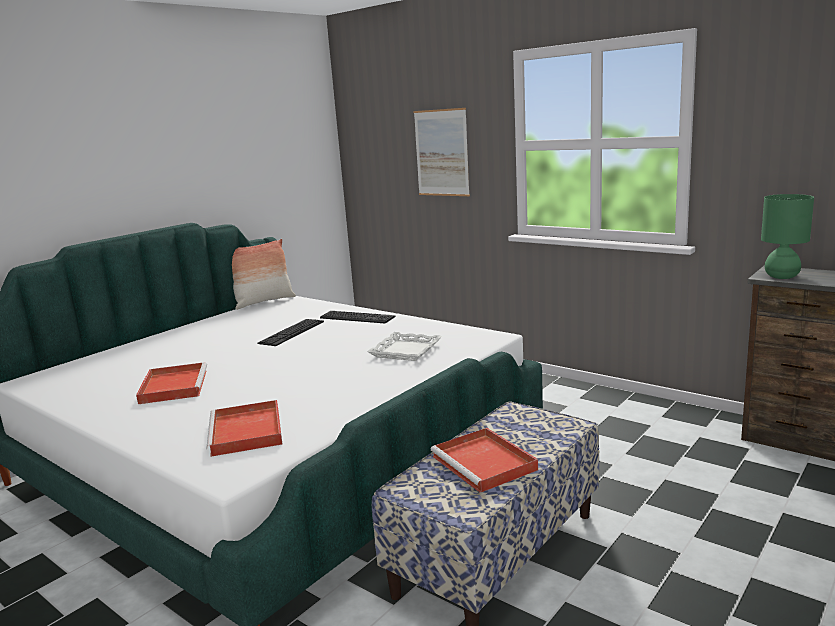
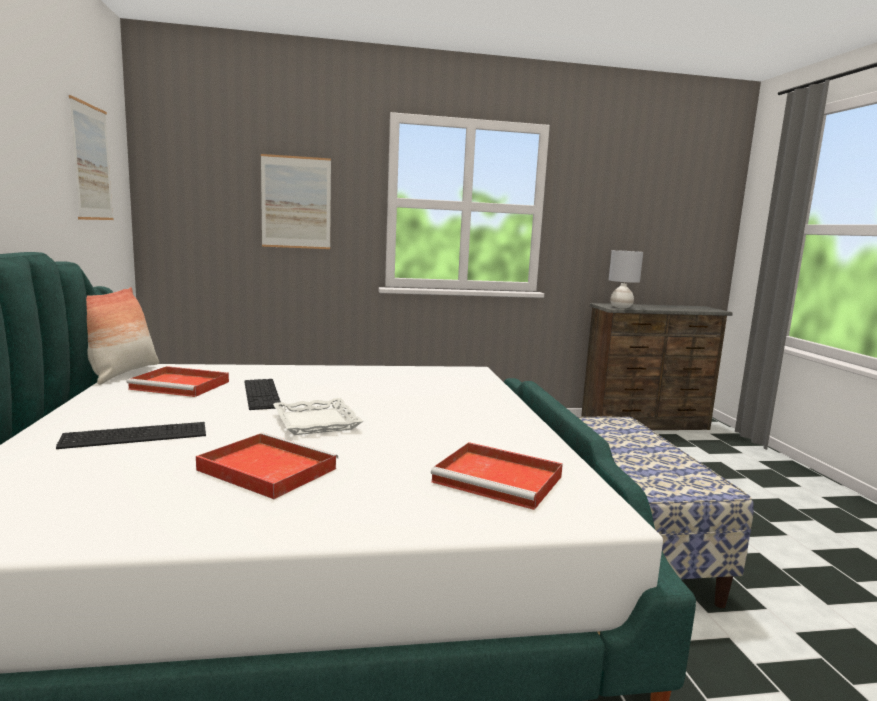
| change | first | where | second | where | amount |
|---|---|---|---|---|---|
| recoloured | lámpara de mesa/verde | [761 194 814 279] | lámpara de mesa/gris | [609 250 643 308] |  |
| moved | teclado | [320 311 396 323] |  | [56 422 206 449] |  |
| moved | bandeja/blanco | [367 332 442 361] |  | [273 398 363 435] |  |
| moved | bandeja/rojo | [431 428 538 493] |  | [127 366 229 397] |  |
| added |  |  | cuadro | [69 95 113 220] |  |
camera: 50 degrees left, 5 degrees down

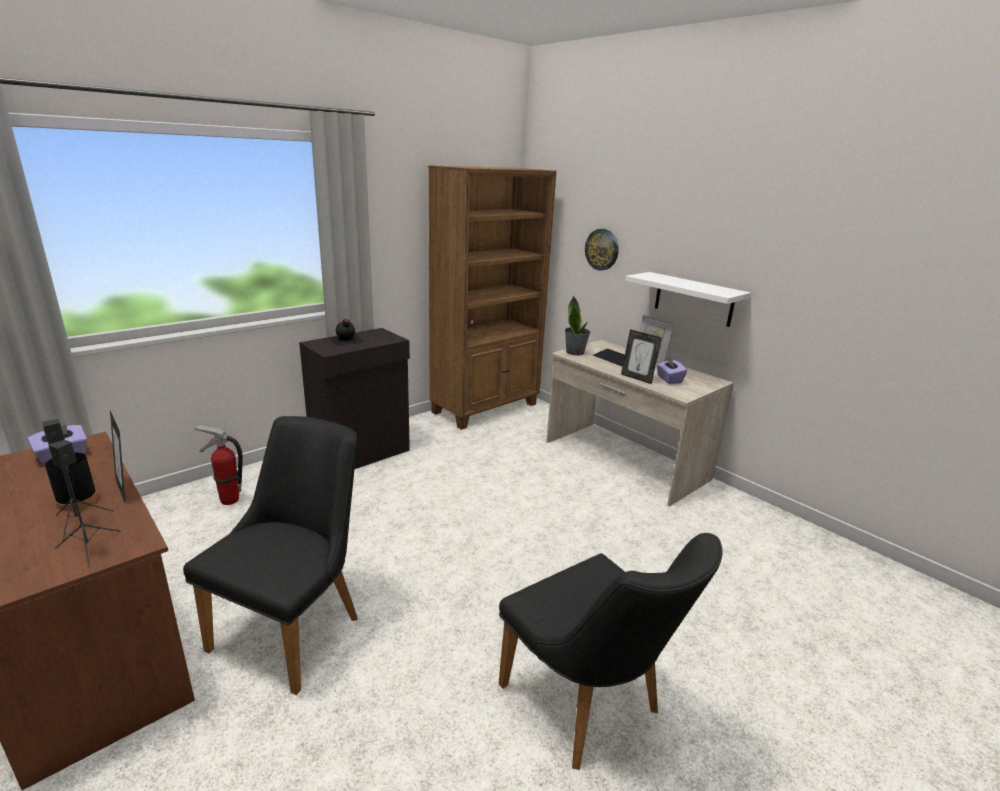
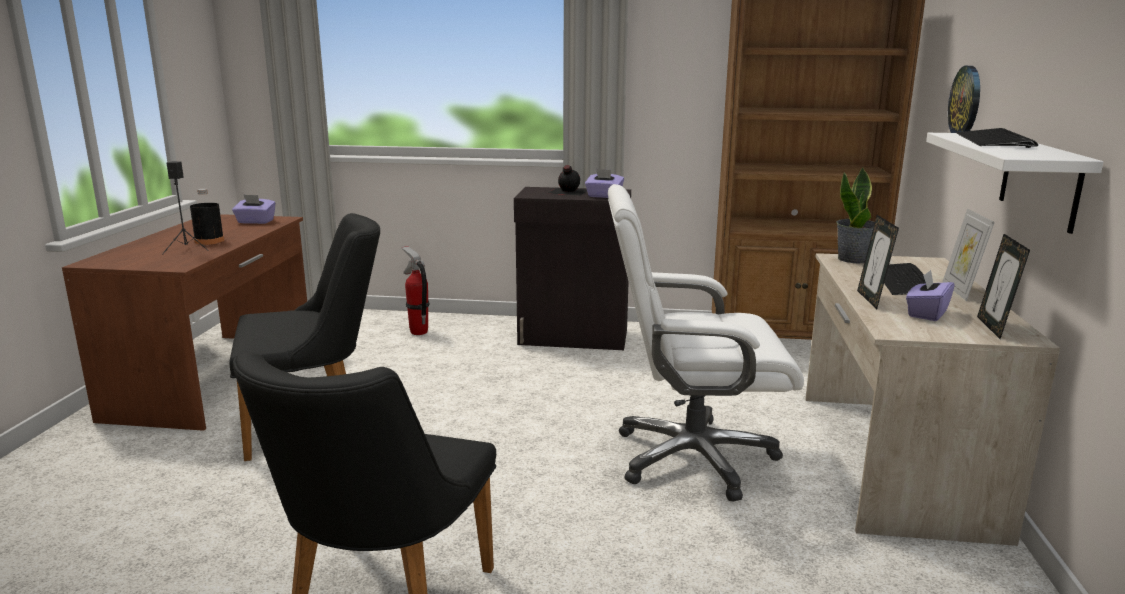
| change | first | where | second | where | amount |
|---|---|---|---|---|---|
| moved | portarretratos | [110 411 125 502] |  | [977 234 1030 339] |  |
| removed | altavoz/negro | [49 440 121 567] |  |  |  |
| added |  |  | teclado | [957 128 1038 148] |  |
| added |  |  | caja de pañuelos/morado | [585 169 624 198] |  |
| added |  |  | silla de oficina/blanco | [608 184 804 502] |  |
camera: 50 degrees right, 5 degrees down

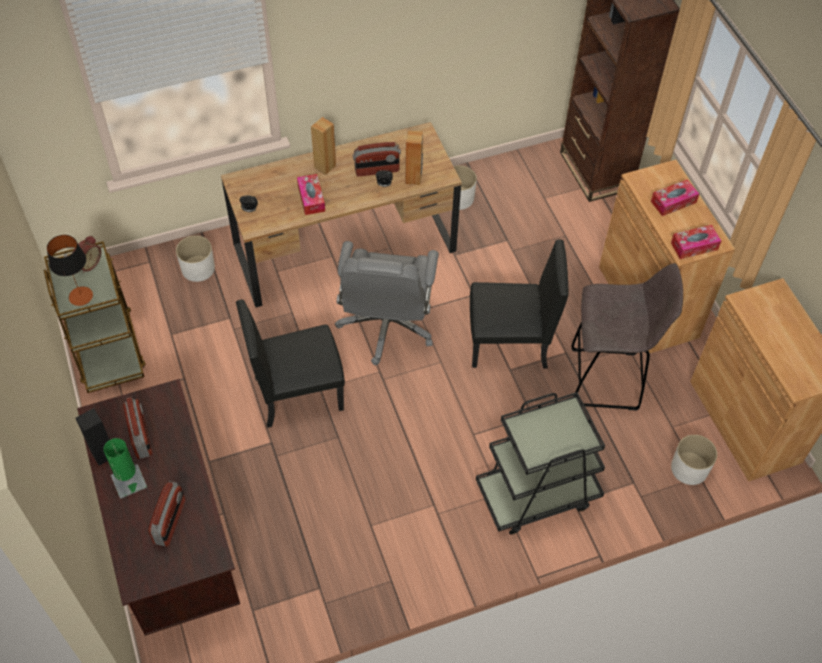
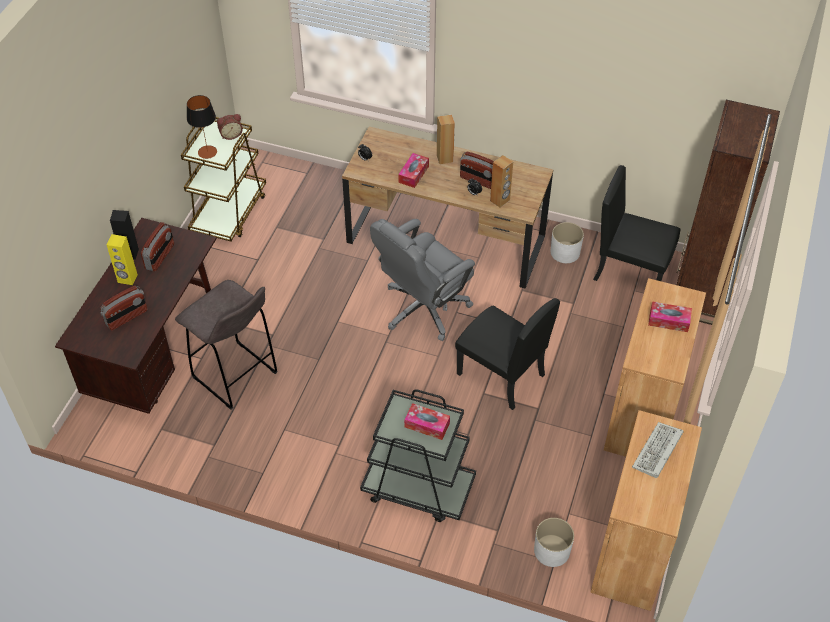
| change | first | where | second | where | amount |
|---|---|---|---|---|---|
| moved | caja de pañuelos | [671 225 721 259] |  | [404 403 450 440] |  |
| removed | maceta/blanco | [176 235 215 282] |  |  |  |
| moved | taburete/gris | [571 263 683 410] |  | [175 280 278 410] |  |
| moved | silla/negro | [236 300 345 428] |  | [593 165 680 281] |  |
| replaced | lámpara de mesa/verde | [104 438 147 499] | altavoz/amarillo | [107 234 138 285] |  |
| added |  |  | teclado | [632 422 684 478] |  |
camera: 40 degrees right, 5 degrees down

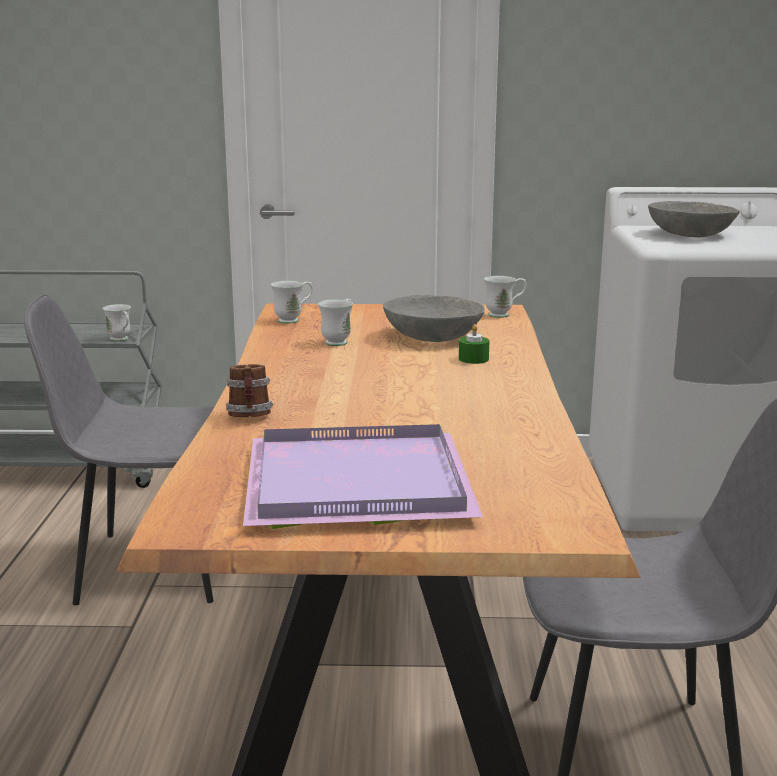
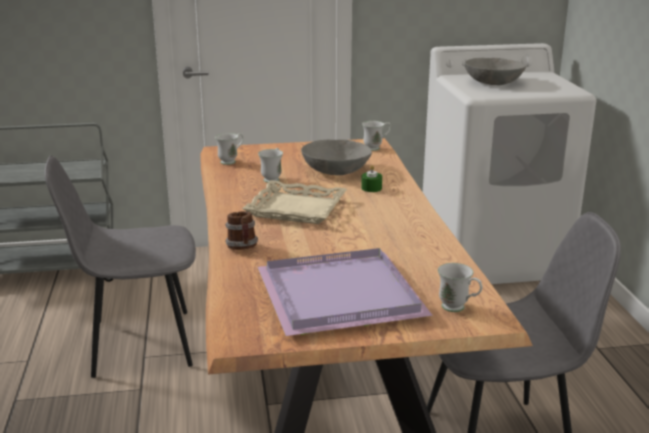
| change | first | where | second | where | amount |
|---|---|---|---|---|---|
| moved | taza grande/blanco | [102 304 131 341] |  | [438 263 482 312] |  |
| added |  |  | bandeja/beis | [242 180 347 224] |  |
camera: 10 degrees left, 5 degrees up

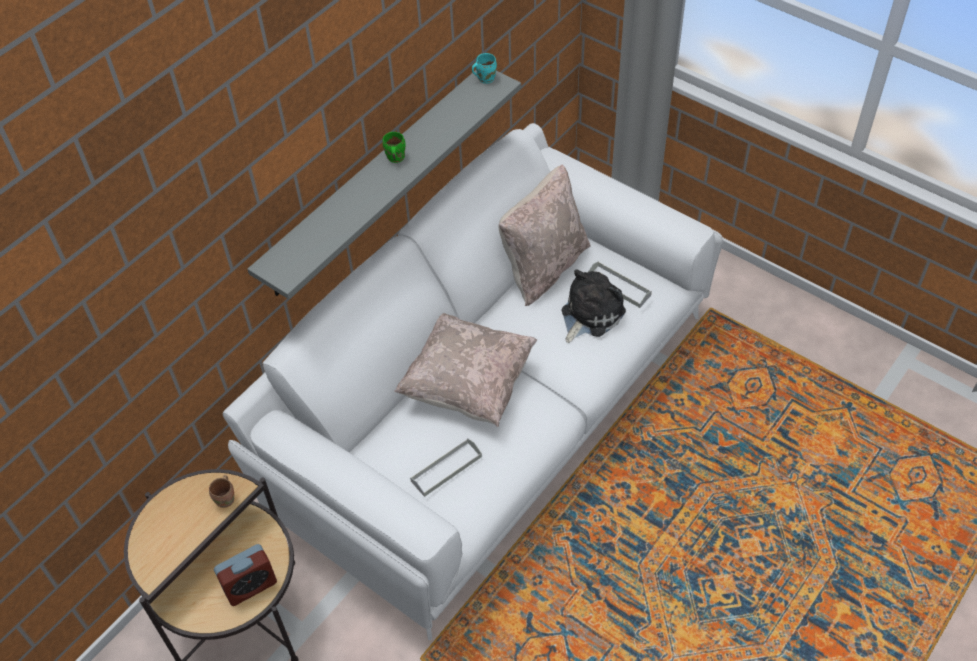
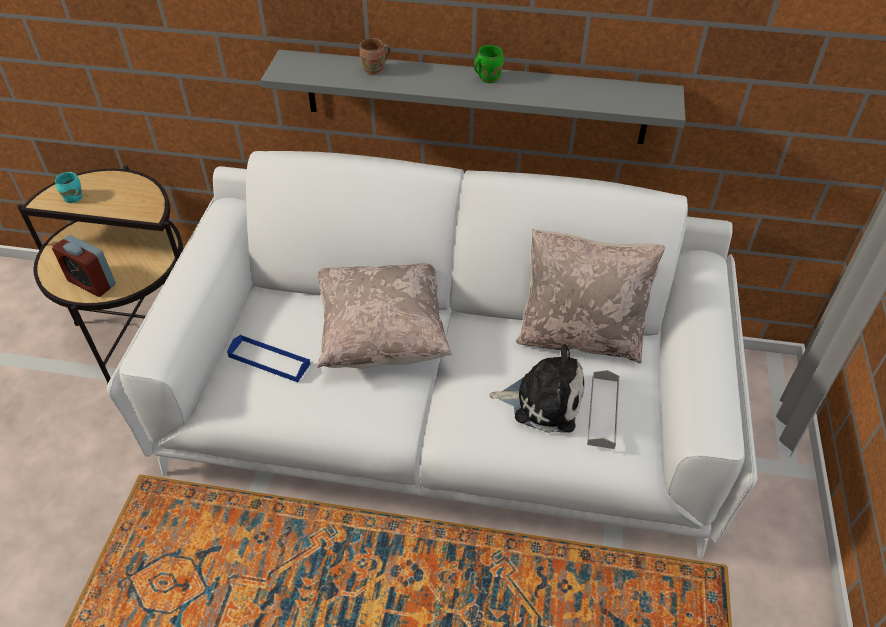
| change | first | where | second | where | amount |
|---|---|---|---|---|---|
| moved | taza grande/turquesa | [471 53 497 84] |  | [55 172 83 203] |  |
| recoloured | bandeja/gris | [410 439 482 497] | bandeja/azul | [227 335 310 382] |  |
| moved | taza grande/marrón | [209 475 234 508] |  | [359 38 391 75] |  |
camera: 60 degrees right, 5 degrees down

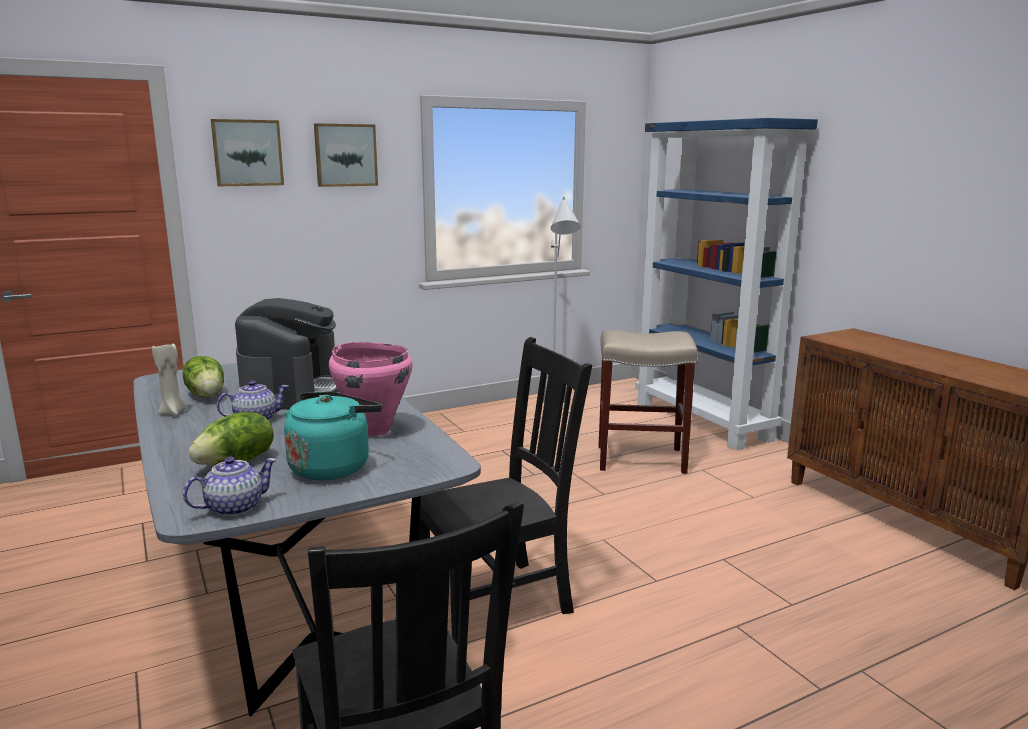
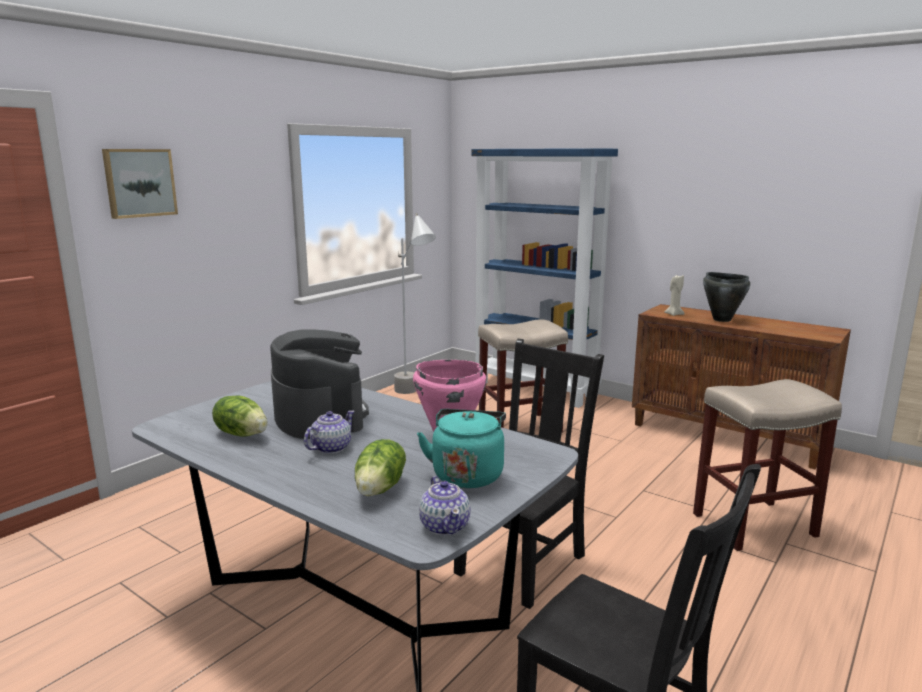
| change | first | where | second | where | amount |
|---|---|---|---|---|---|
| removed | cuadro | [314 123 378 187] |  |  |  |
| moved | vela/beis | [152 341 187 416] |  | [664 275 685 316] |  |
| turned | tetera | [183 457 277 516] |  | [419 476 471 536] | 135 degrees clockwise |
| added |  |  | olla/negro | [703 272 750 322] |  |
| added |  |  | taburete/beis | [693 379 842 551] |  |
camera: 25 degrees left, 0 degrees up

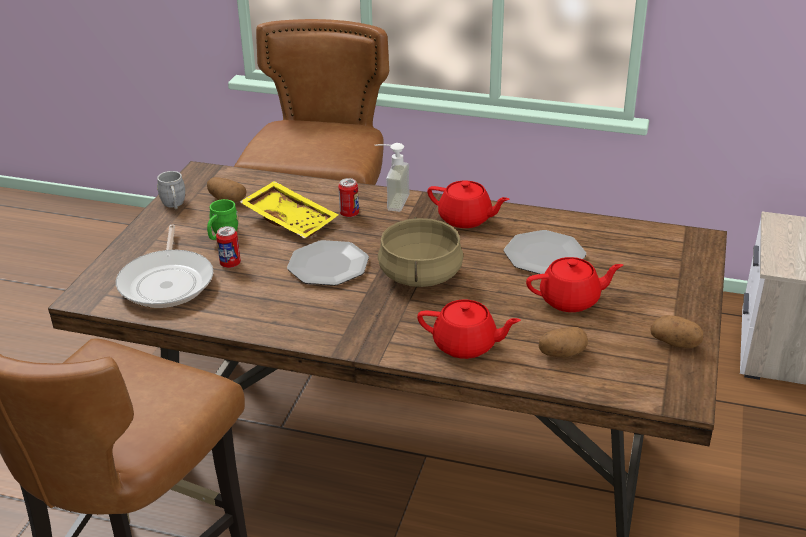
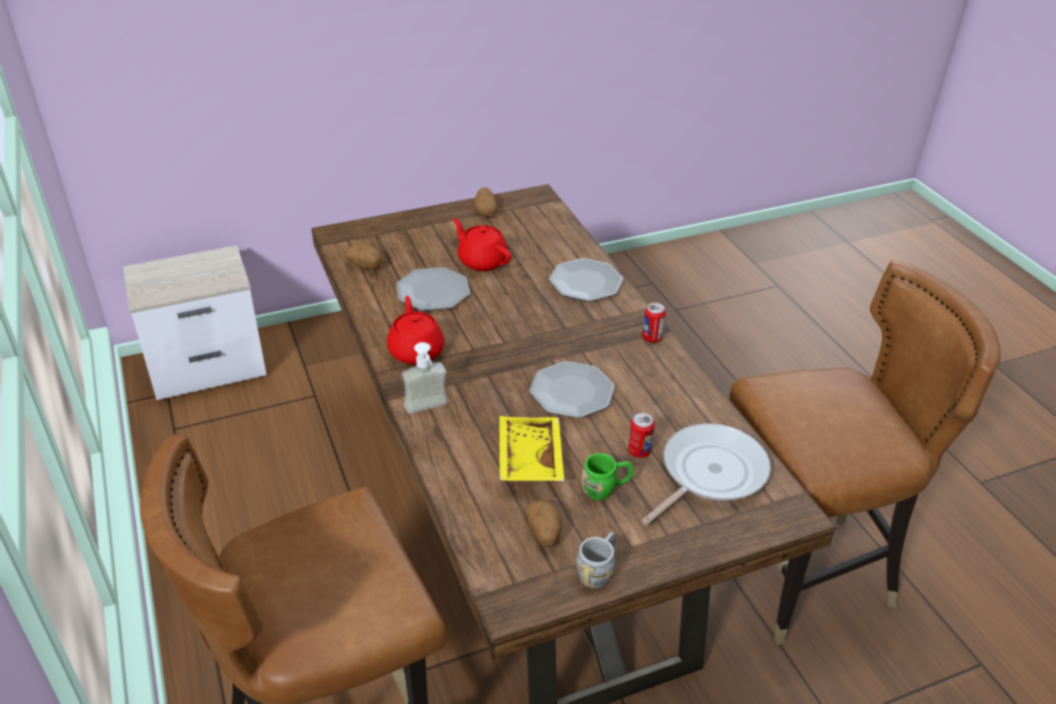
| change | first | where | second | where | amount |
|---|---|---|---|---|---|
| moved | lata | [338 178 359 217] |  | [642 303 666 343] |  |
| removed | olla/beis | [378 217 464 287] |  |  |  |
| replaced | tetera/rojo | [417 299 521 359] | plato | [549 258 624 301] |  |
| moved | patata | [539 327 588 358] |  | [345 243 382 269] |  |
camera: 130 degrees left, 5 degrees up

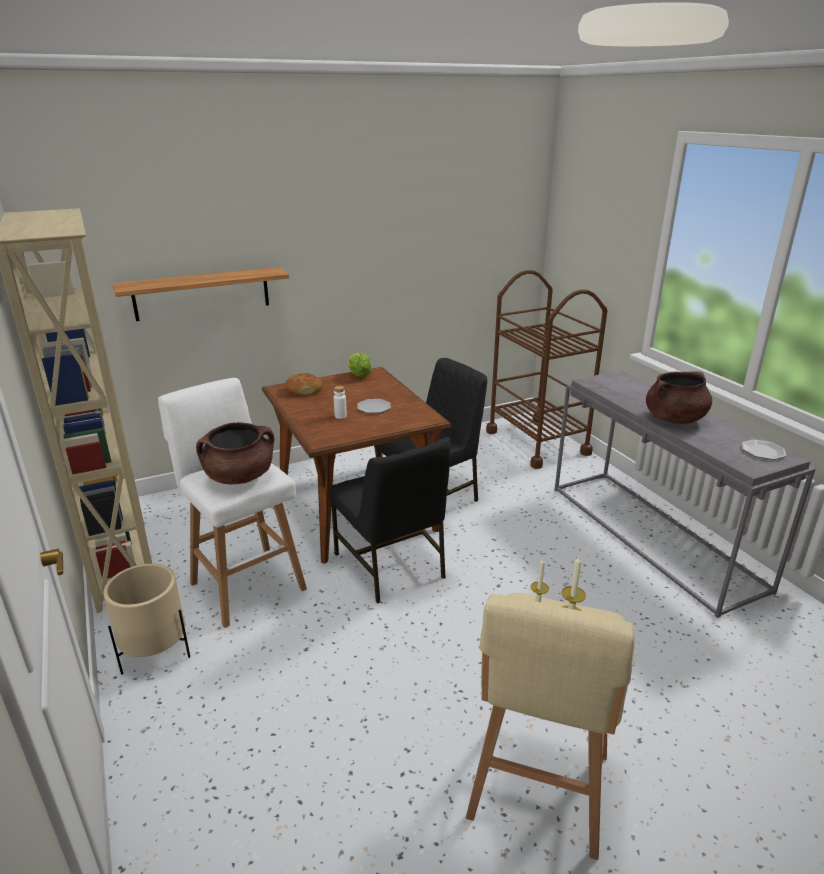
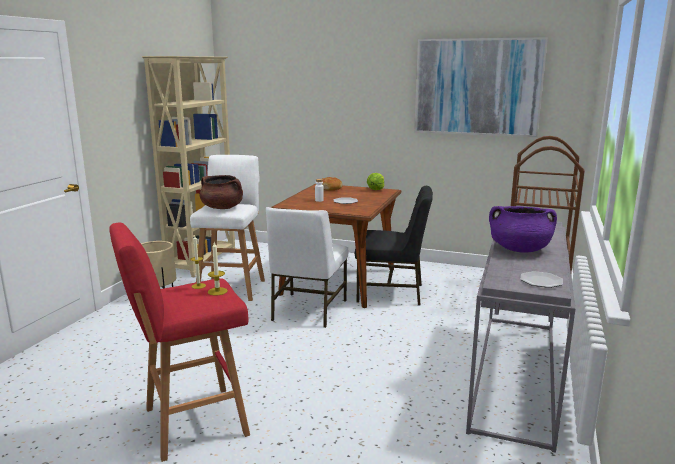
| change | first | where | second | where | amount |
|---|---|---|---|---|---|
| removed | estante | [112 267 289 321] |  |  |  |
| recoloured | olla/marrón | [646 371 712 424] | olla/morado | [489 206 557 253] |  |
| recoloured | silla/negro | [330 437 451 604] | silla/blanco | [266 207 348 328] |  |
| recoloured | taburete/beis | [466 593 634 860] | taburete/rojo | [109 223 250 462] |  |
| added |  |  | cuadro | [414 37 548 137] |  |
camera: 45 degrees right, 10 degrees down

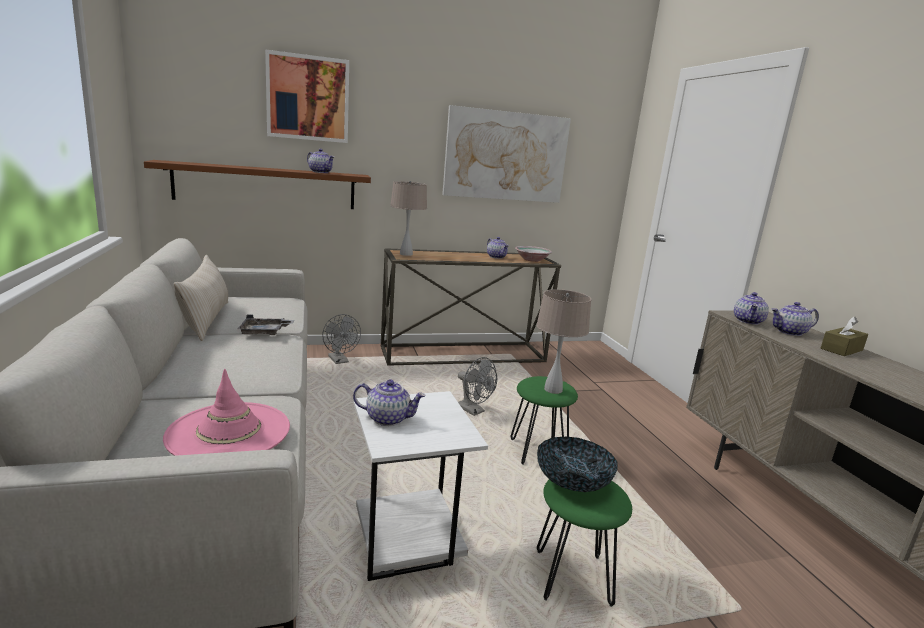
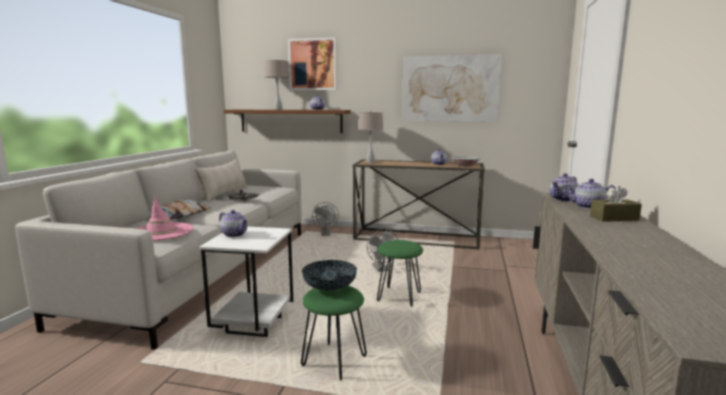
| change | first | where | second | where | amount |
|---|---|---|---|---|---|
| moved | lámpara de mesa/beis | [536 289 591 394] |  | [265 60 289 110] |  |
| added |  |  | cojín | [147 200 211 220] |  |
camera: 30 degrees right, 5 degrees down

